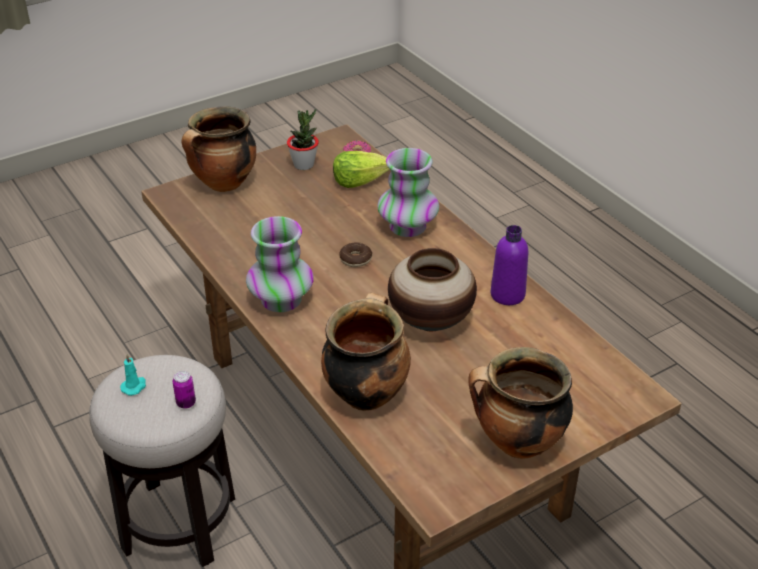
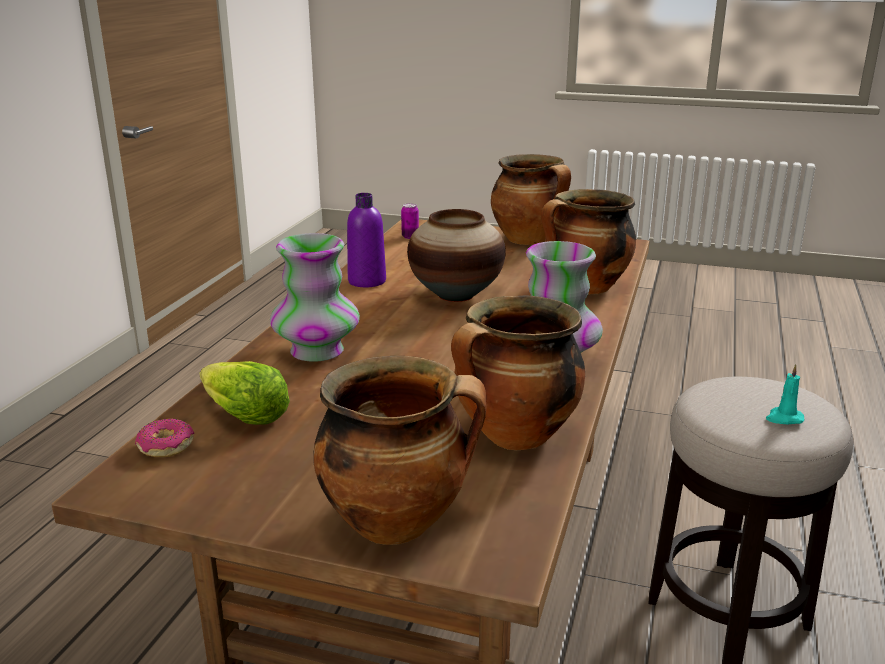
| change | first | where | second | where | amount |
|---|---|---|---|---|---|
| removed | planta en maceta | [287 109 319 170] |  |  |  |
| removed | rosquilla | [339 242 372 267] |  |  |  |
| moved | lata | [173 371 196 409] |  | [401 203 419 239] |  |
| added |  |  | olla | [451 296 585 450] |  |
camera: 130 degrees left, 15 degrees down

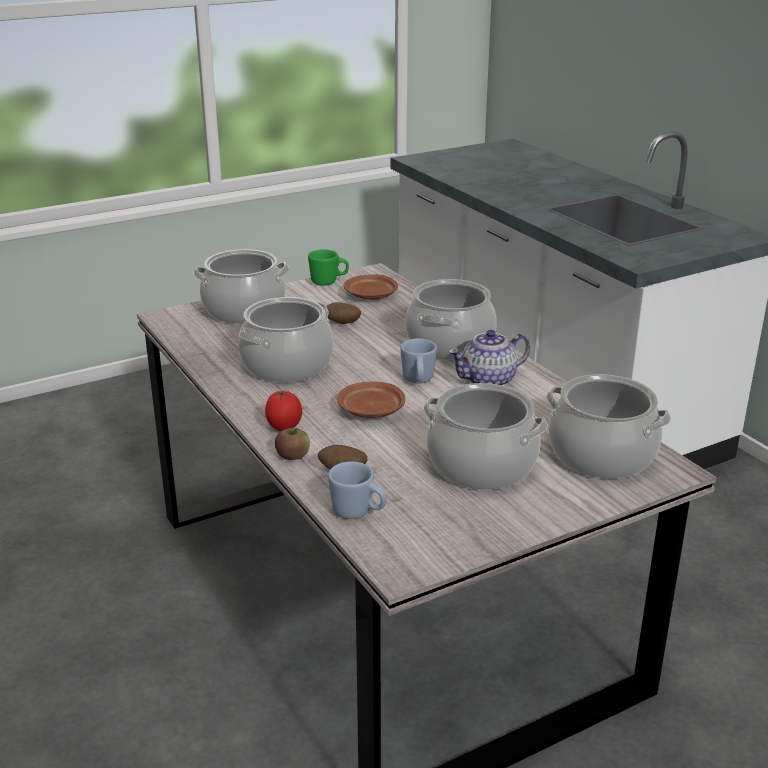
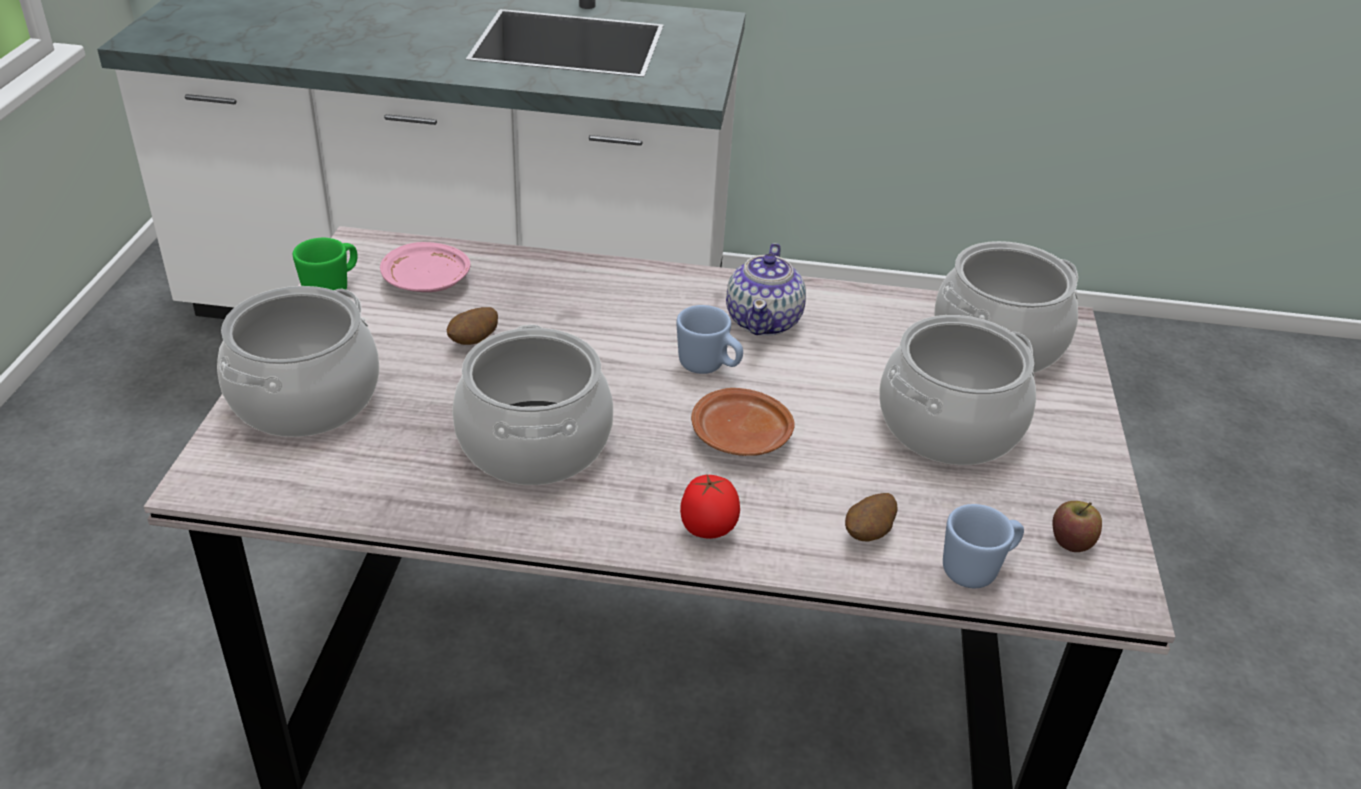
| change | first | where | second | where | amount |
|---|---|---|---|---|---|
| recoloured | plato/marrón | [344 274 398 300] | plato/rosa | [380 242 471 292] |  |
| removed | olla | [405 279 497 360] |  |  |  |
| moved | manzana | [275 428 310 460] |  | [1052 501 1102 552] |  |
camera: 55 degrees left, 10 degrees up

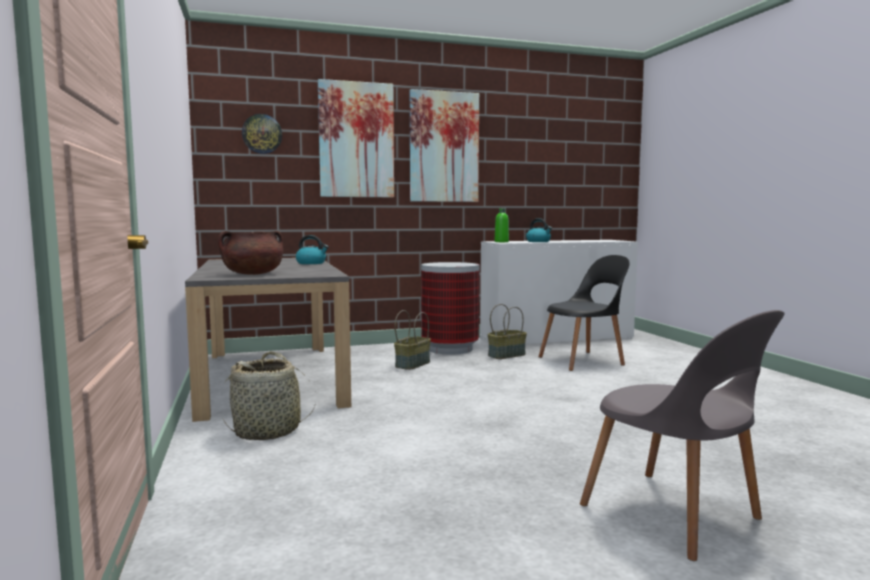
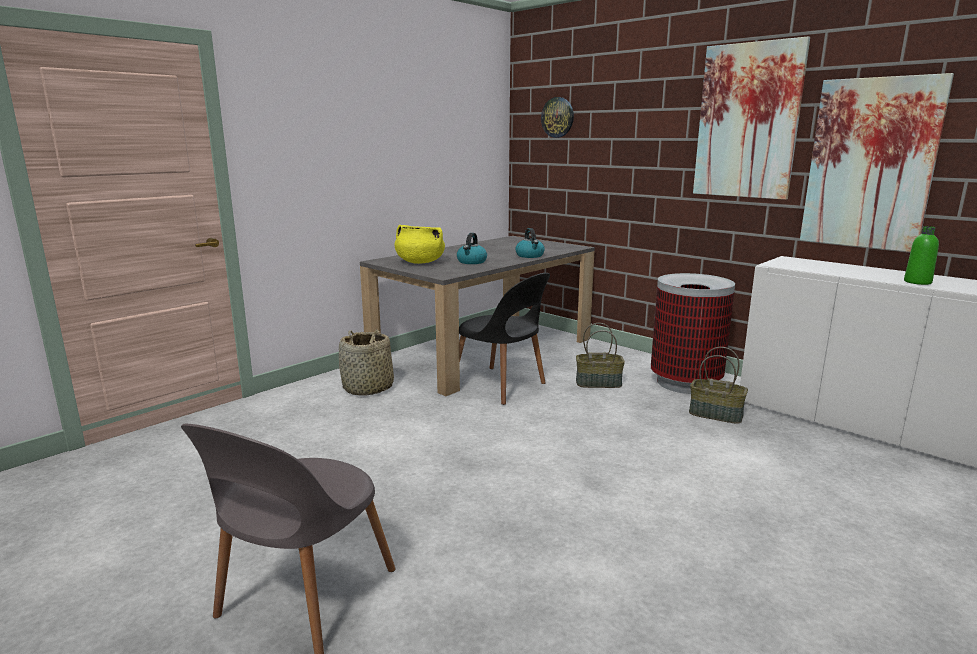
| change | first | where | second | where | amount |
|---|---|---|---|---|---|
| moved | cuadro | [318 79 394 197] |  | [800 73 954 252] |  |
| moved | botella/verde | [495 208 509 242] |  | [904 226 939 285] |  |
| moved | hervidor | [526 218 552 242] |  | [457 233 487 264] |  |
| recoloured | olla/marrón | [218 231 283 275] | olla/amarillo | [395 225 445 264] |  |
| moved | silla/negro | [539 255 630 371] |  | [459 273 550 405] |  |
camera: 60 degrees right, 10 degrees up

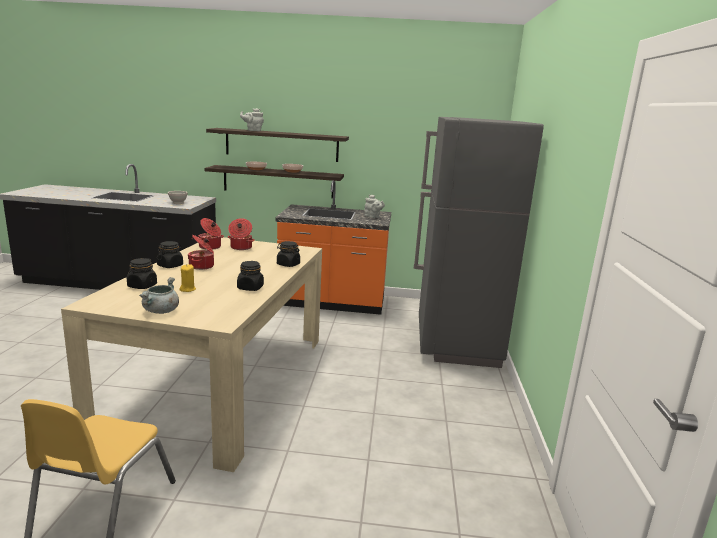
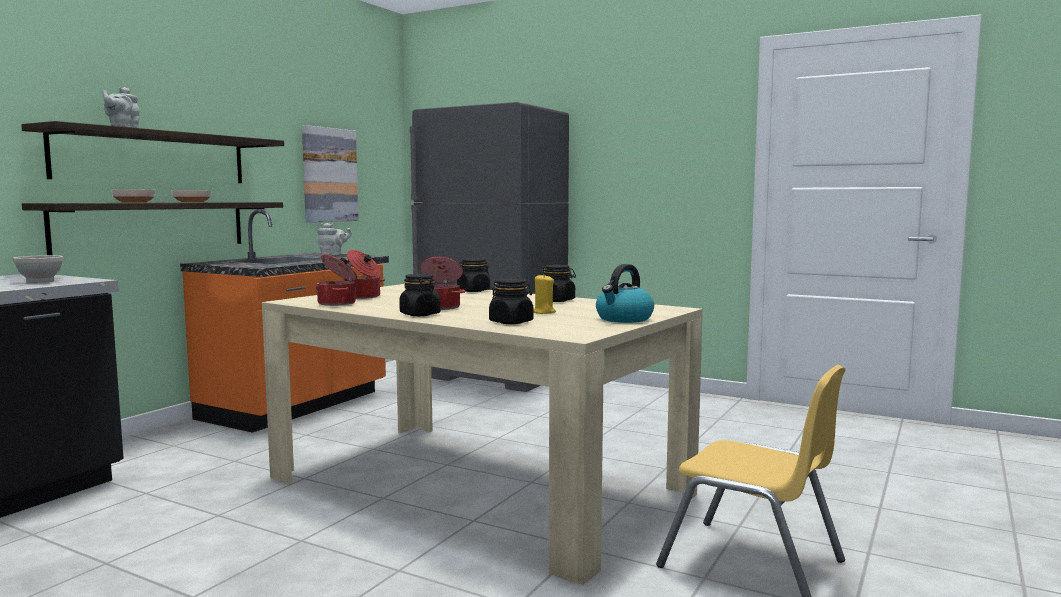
| change | first | where | second | where | amount |
|---|---|---|---|---|---|
| replaced | olla/gris | [139 277 179 314] | hervidor | [596 264 654 323] |  |
| added |  |  | cuadro | [302 125 359 223] |  |
camera: 65 degrees left, 10 degrees down

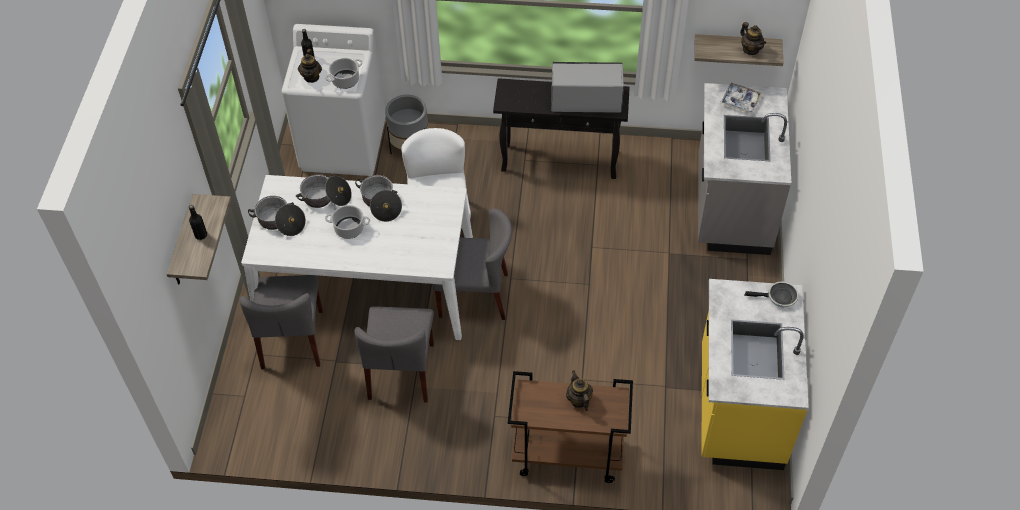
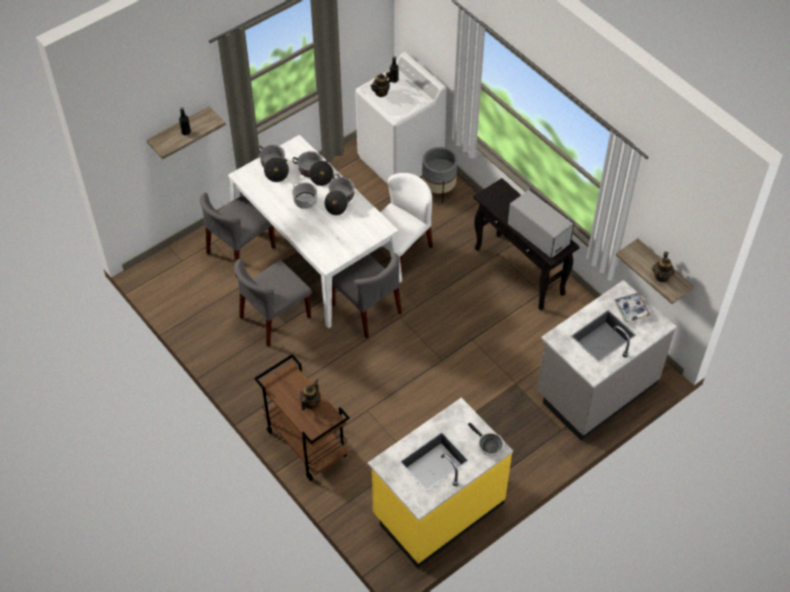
| change | first | where | second | where | amount |
|---|---|---|---|---|---|
| removed | olla | [325 58 363 89] |  |  |  |
camera: 45 degrees right, 0 degrees up

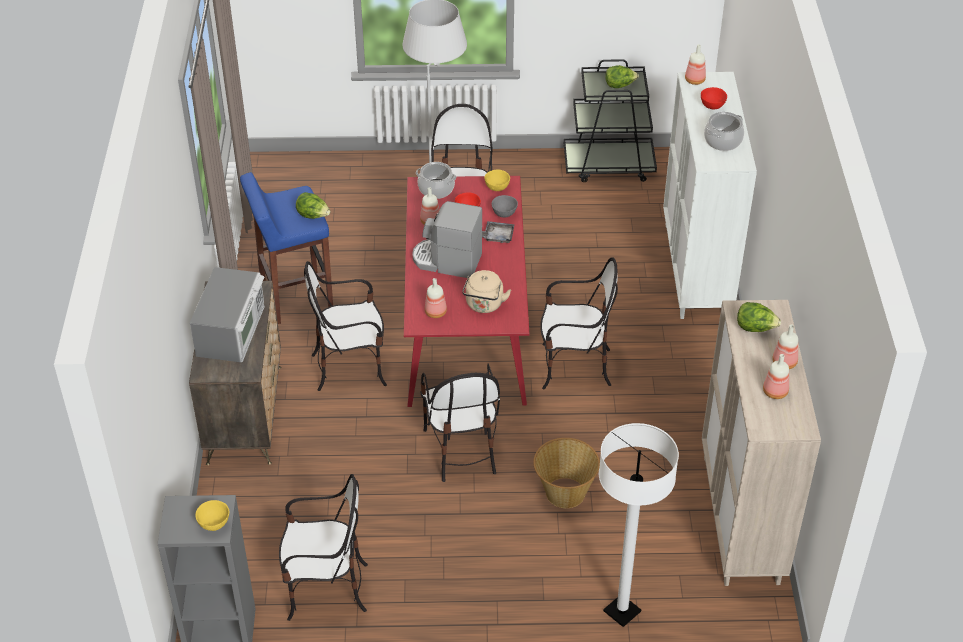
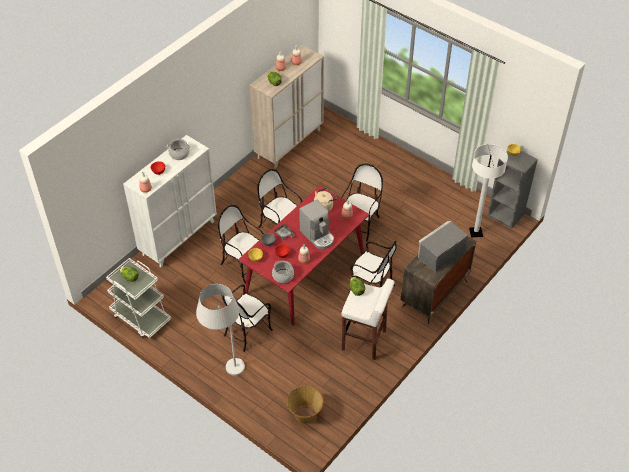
| change | first | where | second | where | amount |
|---|---|---|---|---|---|
| recoloured | carrito/negro | [564 59 657 182] | carrito/blanco | [106 258 171 338] |  |
| recoloured | taburete/azul | [240 172 333 324] | taburete/blanco | [341 278 394 360] |  |
| moved | lámpara de pie/blanco | [599 423 679 627] |  | [469 144 508 237] |  |
| moved | cesta | [533 438 600 508] |  | [287 386 324 424] |  |
| moved | silla | [279 474 368 621] |  | [218 205 264 284] |  |
camera: 140 degrees left, 5 degrees up

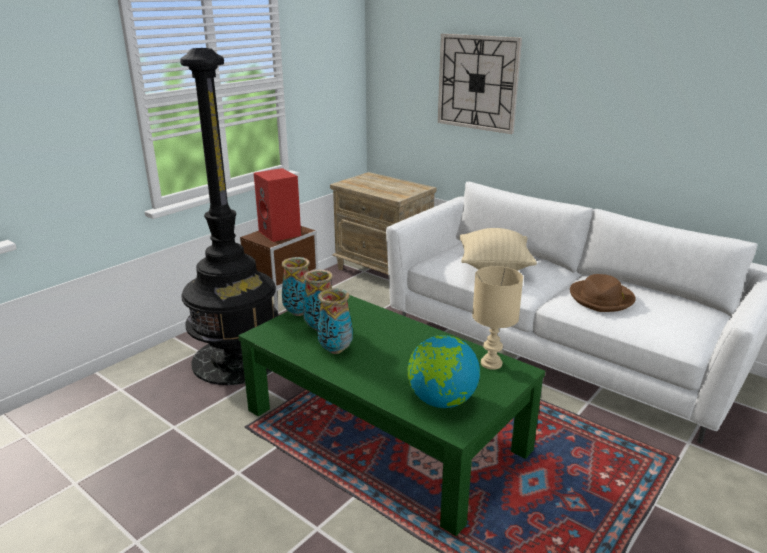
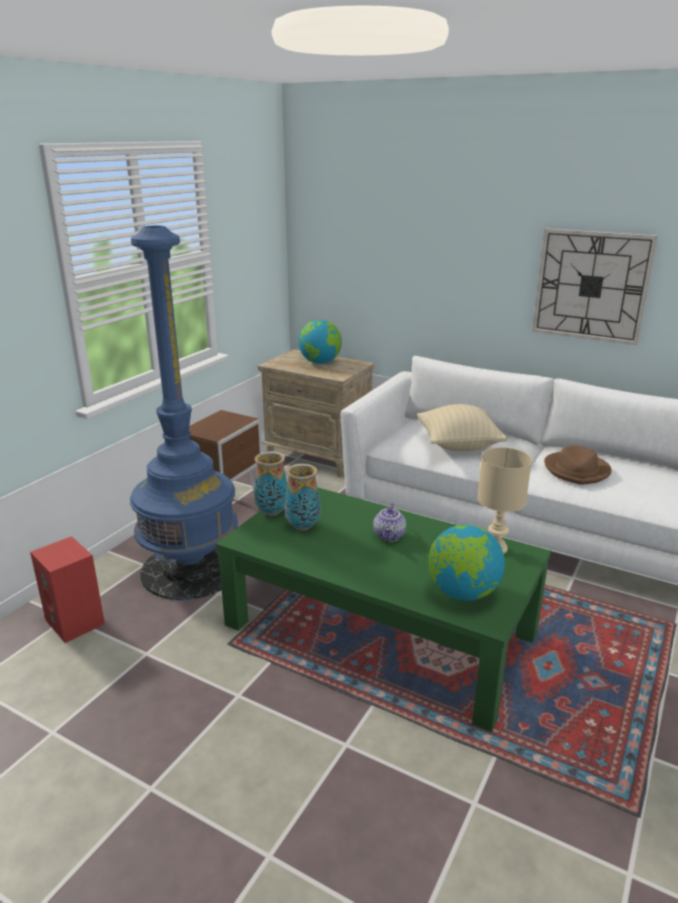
| change | first | where | second | where | amount |
|---|---|---|---|---|---|
| moved | reloj de pared | [438 34 522 134] |  | [532 228 658 345] |  |
| recoloured | lámpara de pie/negro | [180 48 279 385] | lámpara de pie/azul | [130 225 238 600] |  |
| moved | altavoz/rojo | [254 168 301 242] |  | [30 536 105 643] |  |
| removed | florero | [317 288 353 354] |  |  |  |
| added |  |  | globo terráqueo | [298 320 342 364] |  |
| added |  |  | tetera | [373 503 406 542] |  |
camera: 10 degrees left, 0 degrees up

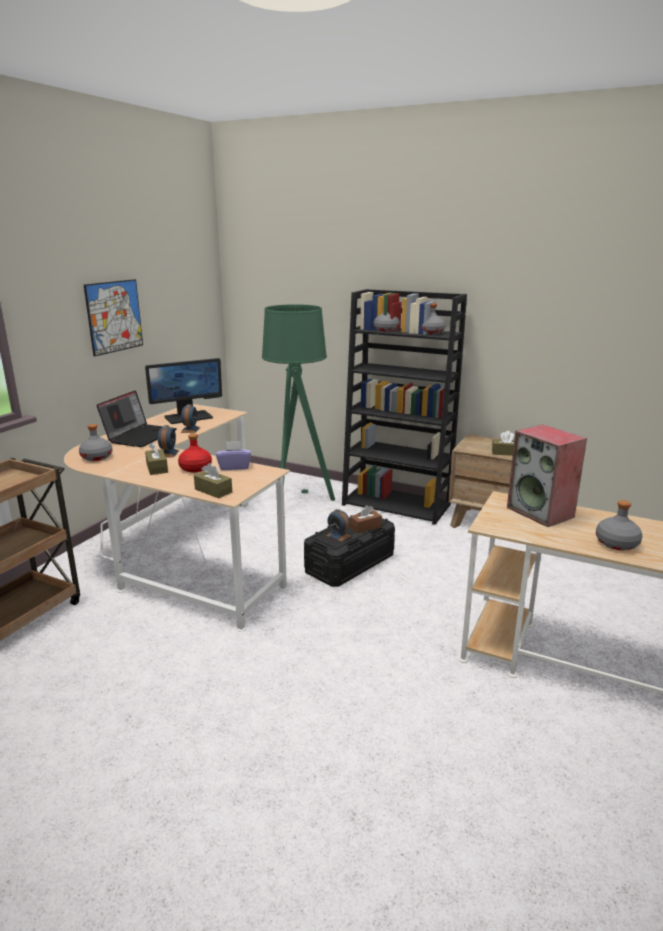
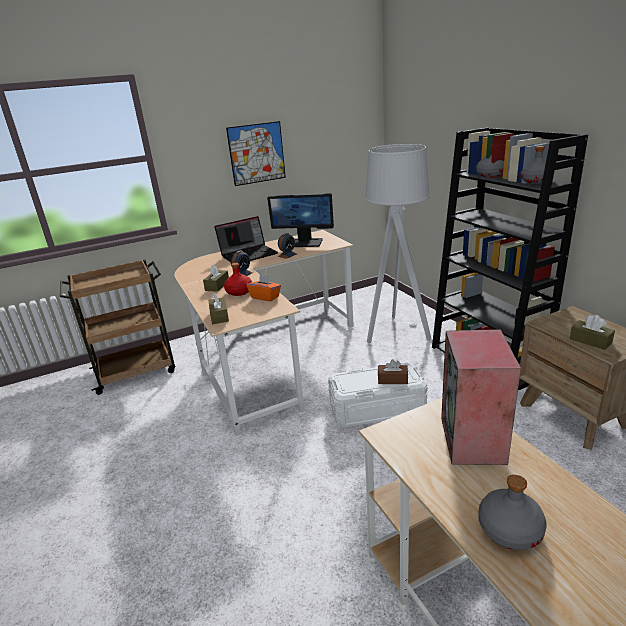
| change | first | where | second | where | amount |
|---|---|---|---|---|---|
| recoloured | lámpara de pie/verde | [262 304 335 501] | lámpara de pie/gris | [365 144 431 343] |  |
| removed | botella/gris | [79 424 113 461] |  |  |  |
| recoloured | caja de pañuelos/morado | [216 441 251 470] | caja de pañuelos/naranja | [246 274 281 302] |  |
| removed | despertador | [326 509 351 542] |  |  |  |
| recoloured | caja de almacenaje/negro | [304 512 395 587] | caja de almacenaje/blanco | [328 363 428 428] |  |
camera: 40 degrees right, 5 degrees up

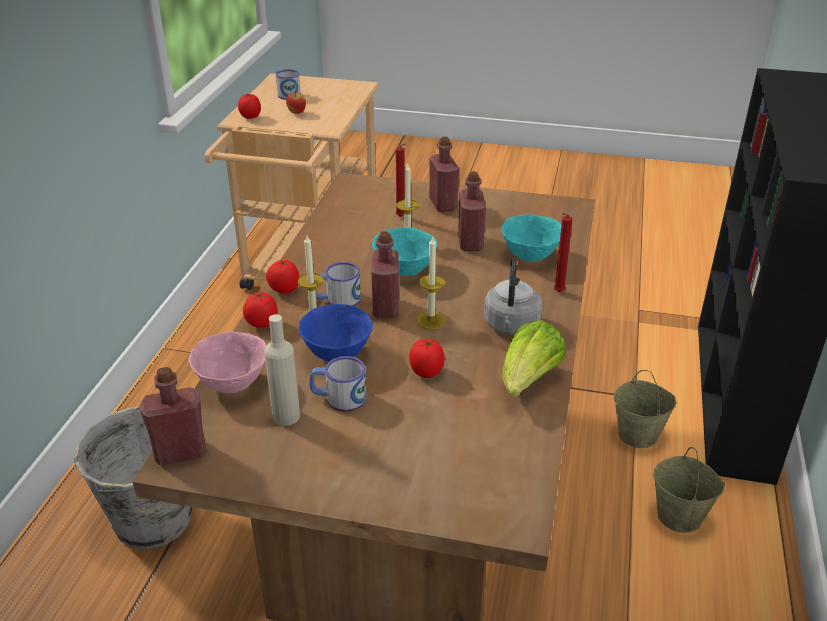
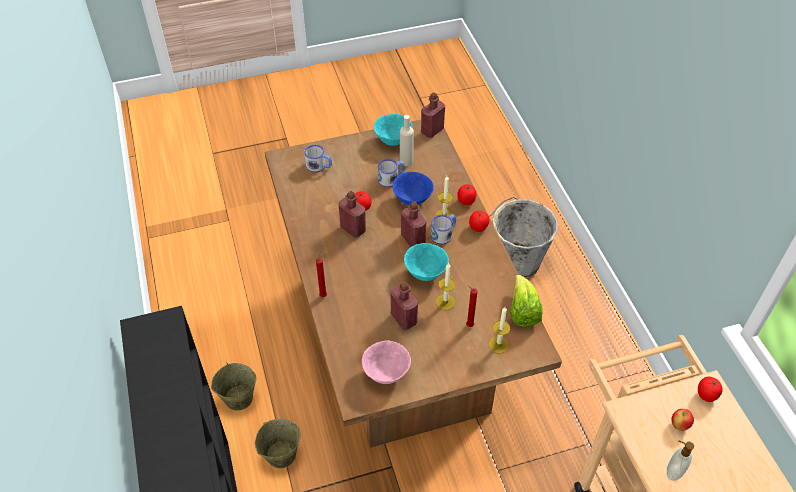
| change | first | where | second | where | amount |
|---|---|---|---|---|---|
| moved | taza grande | [276 69 301 100] |  | [304 145 332 172] |  |
| moved | botella/rojo | [429 136 459 212] |  | [339 191 366 238] |  |
| moved | cuenco/turquesa | [501 214 562 262] |  | [374 114 413 146] |  |
| moved | vela | [416 236 446 330] |  | [489 307 510 354] |  |
| removed | hervidor/gris | [484 258 542 335] |  |  |  |
| moved | lechuga | [502 320 566 397] |  | [510 275 543 327] |  |
| moved | cuenco/rosa | [189 332 267 393] |  | [362 340 411 384] |  |
| added |  |  | dispensador de jabón | [667 440 694 481] |  |
camera: 150 degrees right, 15 degrees up

